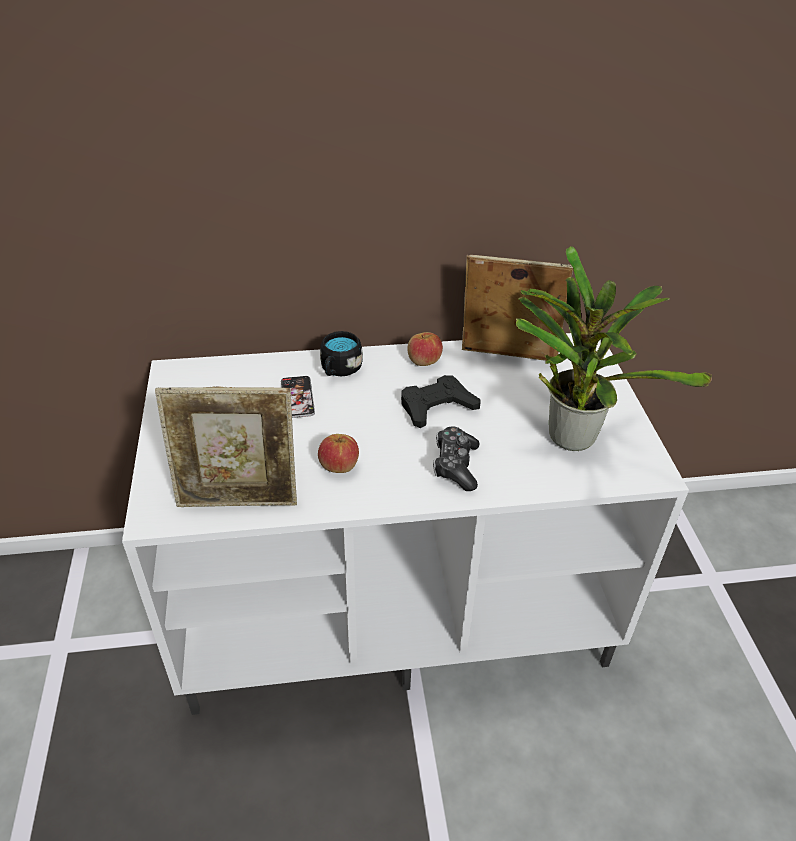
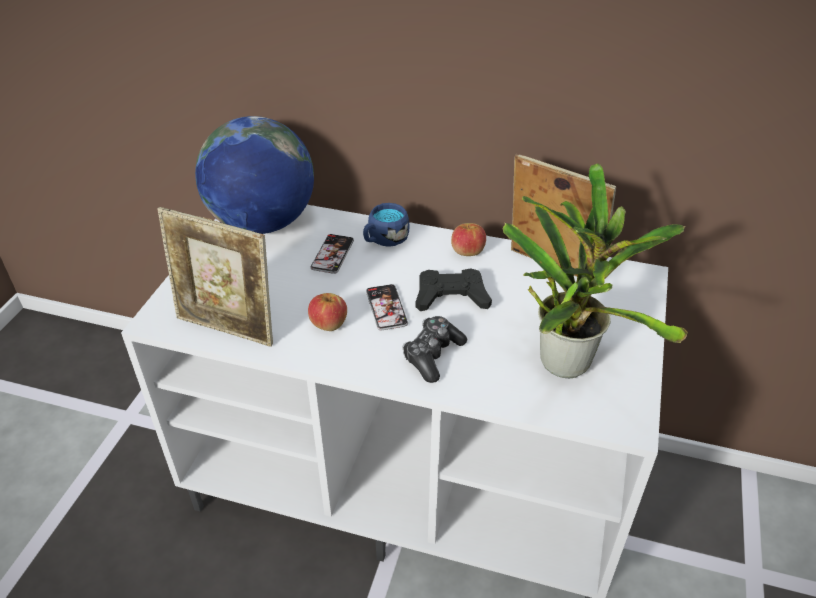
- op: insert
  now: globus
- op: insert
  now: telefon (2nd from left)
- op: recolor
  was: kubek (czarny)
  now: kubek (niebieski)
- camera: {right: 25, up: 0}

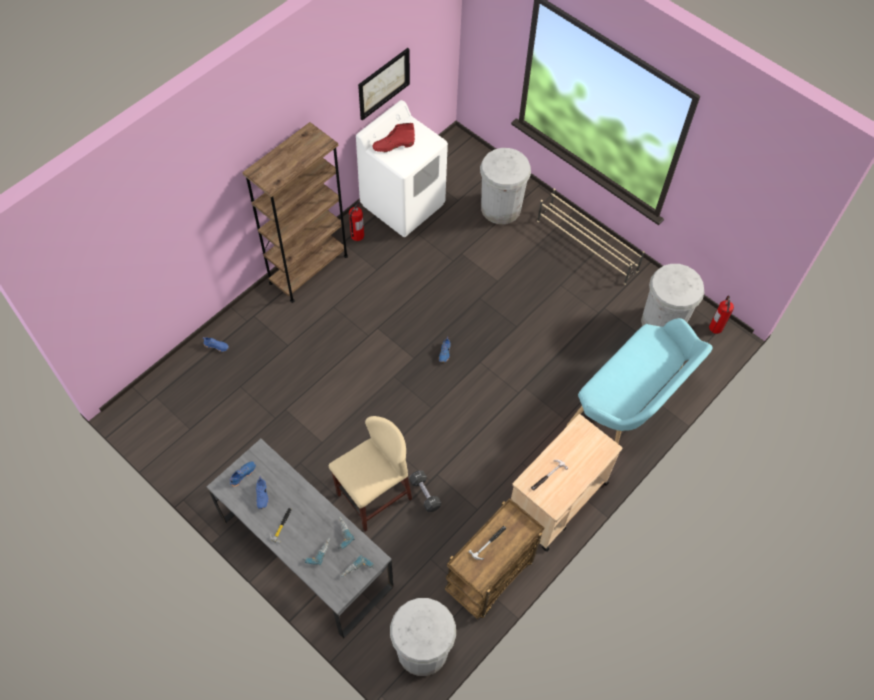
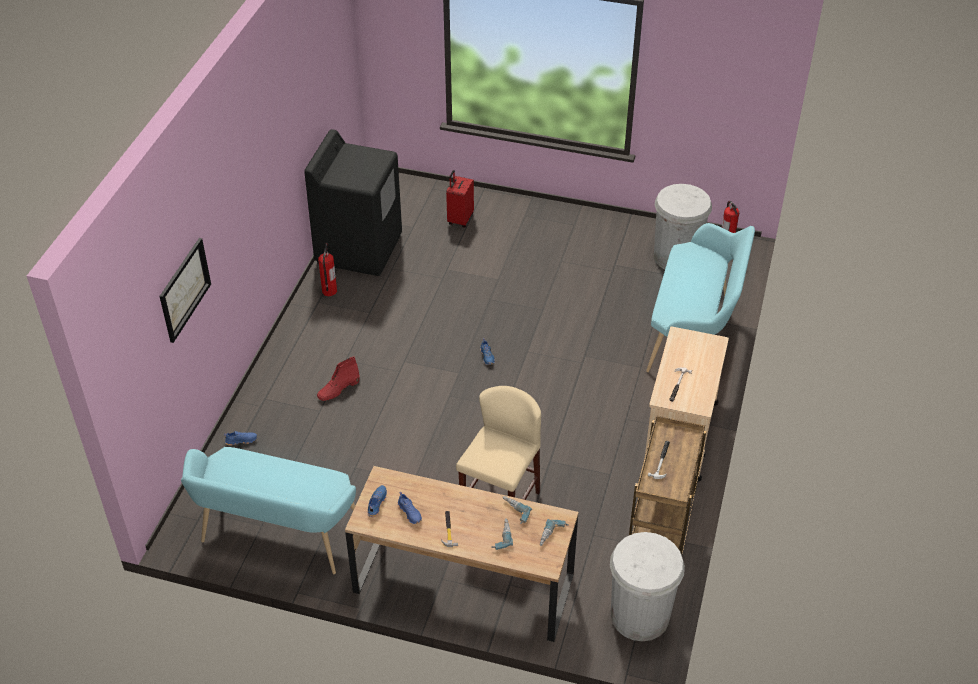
- op: delete
  was: regał (brązowy)
- op: delete
  was: hantel (czarny)
- op: delete
  was: regał na buty (beżowy)
- op: insert
  now: ławka (turkusowy) (1st from left)
- op: move
  was: obraz
- op: move
  was: but z cholewką (czerwony)
- op: replace
  was: kosz na śmieci (biały) (2nd from left)
  now: walizka (czerwony)
- op: recolor
  was: biurko (szary)
  now: biurko (brązowy)
- op: recolor
  was: pralka (biały)
  now: pralka (czarny)
- camera: {right: -25, up: -15}

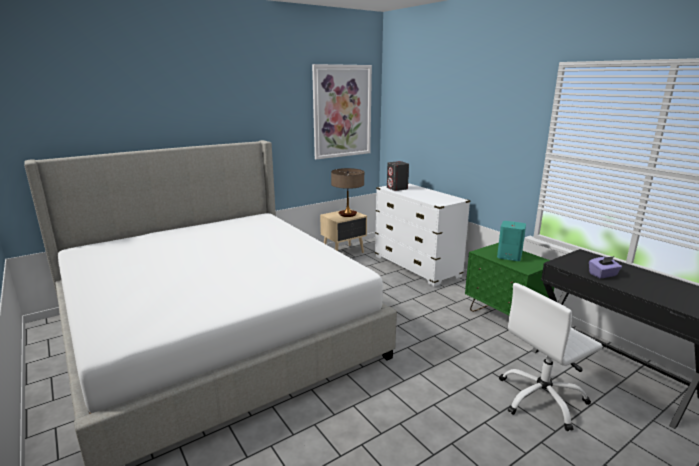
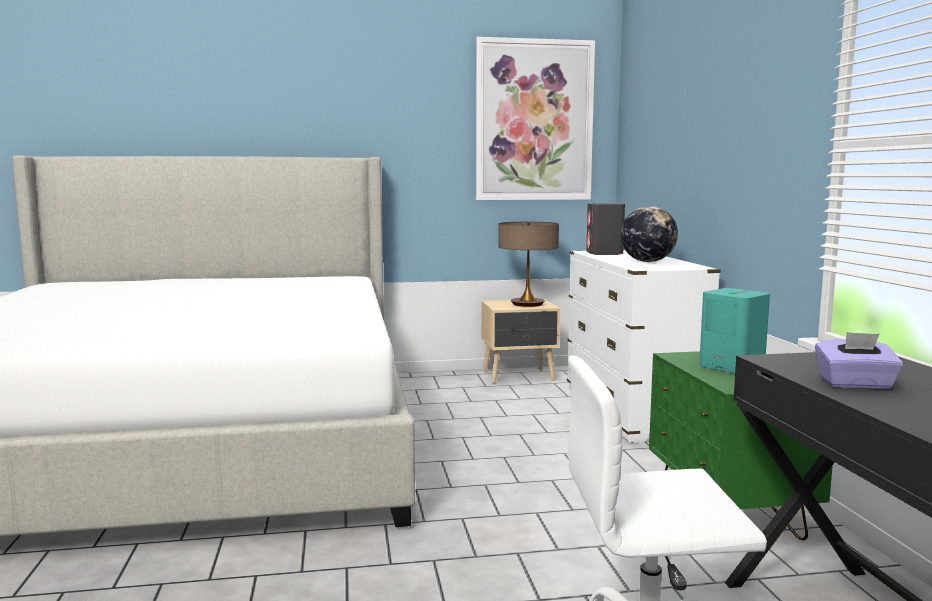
- op: insert
  now: globus
- camera: {right: 25, up: -10}

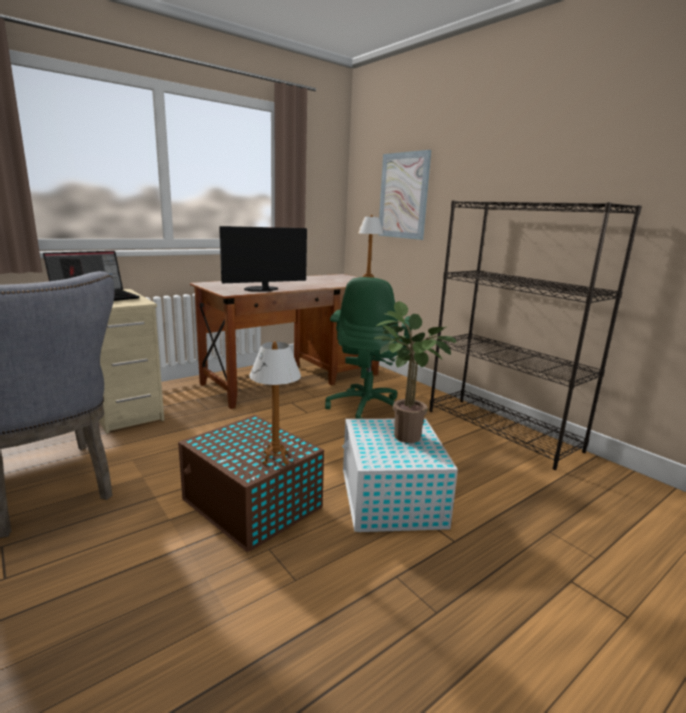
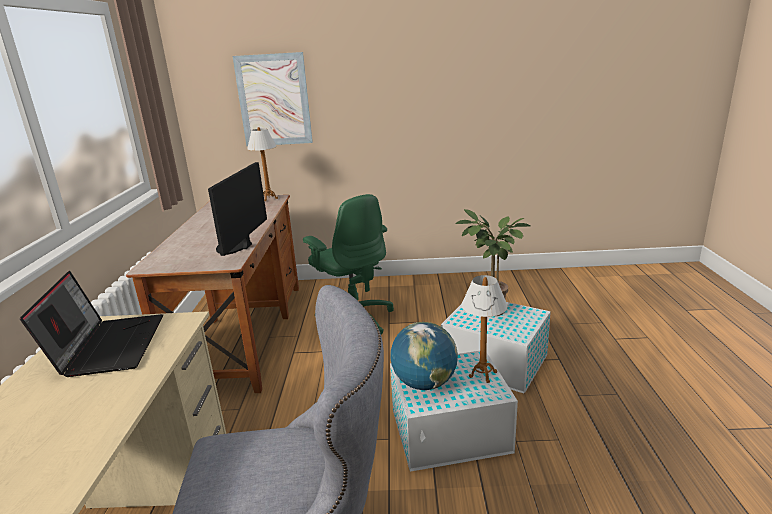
- op: delete
  was: regał (czarny)
- op: insert
  now: globus
- op: recolor
  was: pojemnik do przechowywania (brązowy)
  now: pojemnik do przechowywania (biały) (1st from left)
- camera: {right: -50, up: 5}

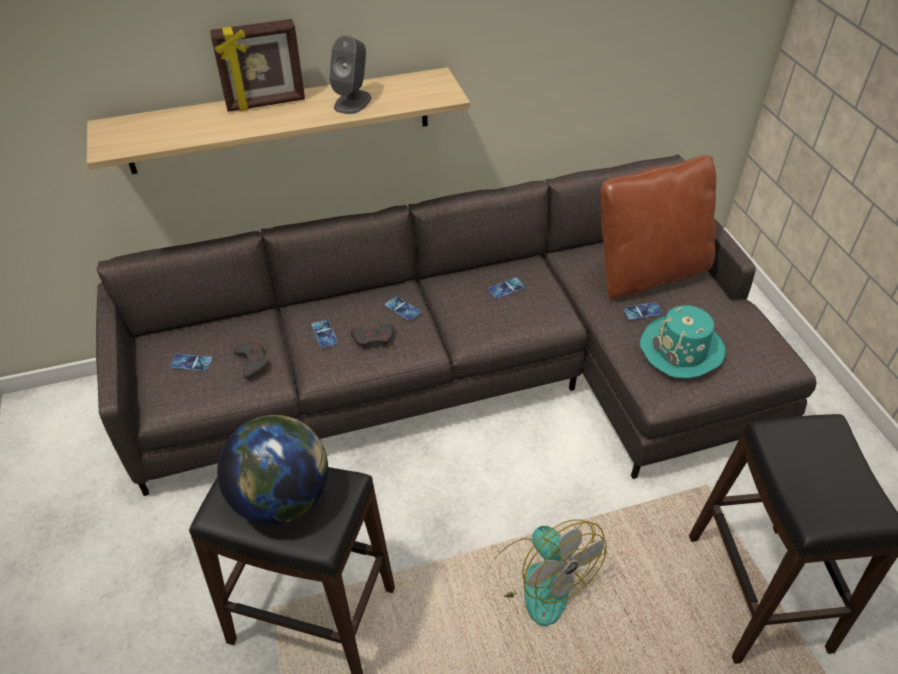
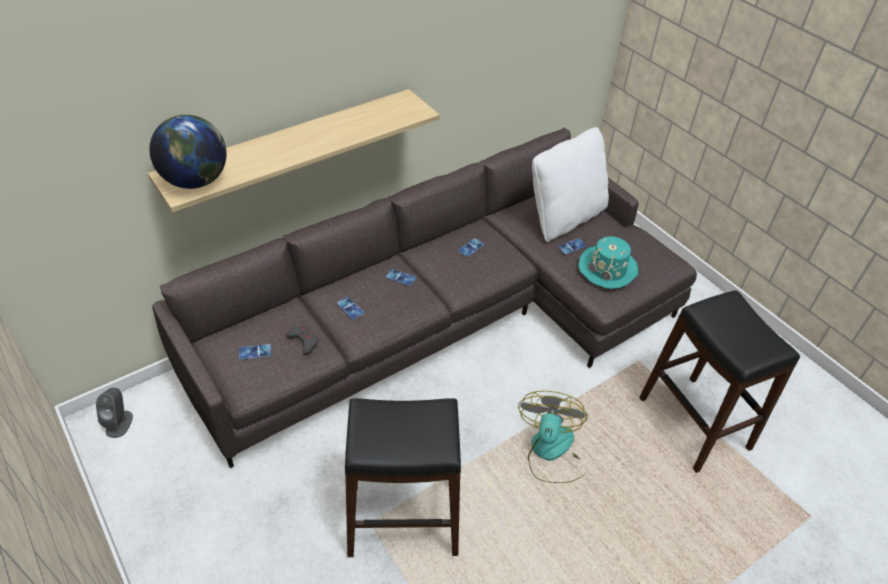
- op: delete
  was: ramka na zdjęcie
- op: delete
  was: pad do gier (szary) (2nd from left)
- op: move
  was: globus
- op: move
  was: głośnik (szary)
- op: recolor
  was: poduszka (brązowy)
  now: poduszka (biały)
- op: rotate
  was: wentylator
  clockwise: -120
- camera: {right: -20, up: 0}

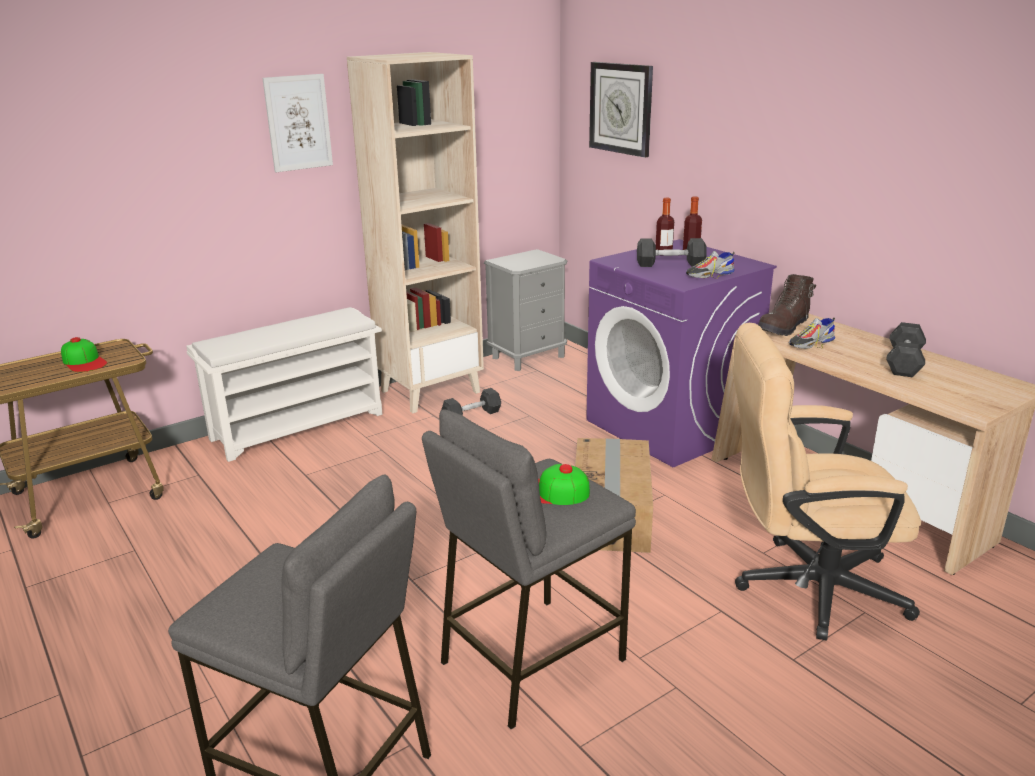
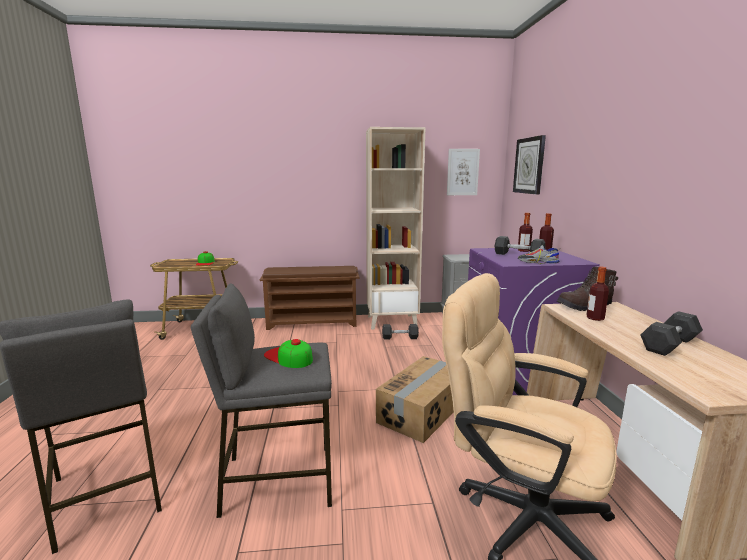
- op: move
  was: obraz
- op: replace
  was: but (2nd from left)
  now: butelka (3rd from left)
- op: recolor
  was: regał na buty (biały)
  now: regał na buty (brązowy)
- camera: {right: 30, up: -10}

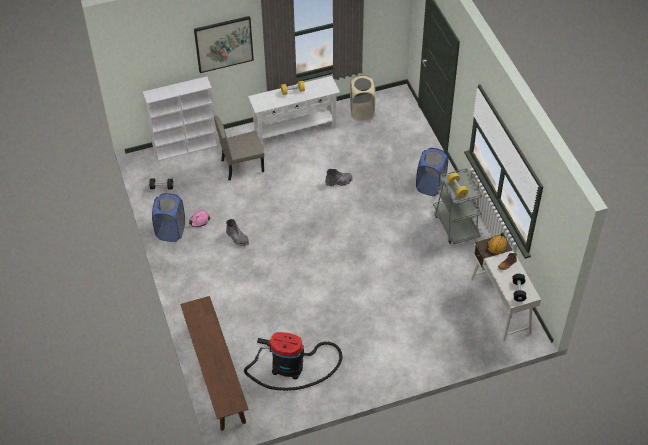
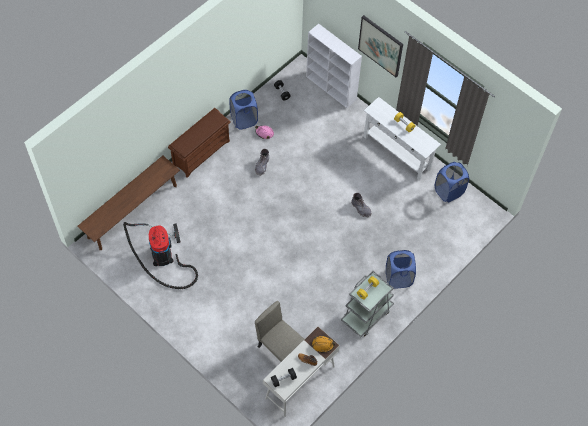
- op: insert
  now: regał na buty (brązowy)
- op: move
  was: krzesło (beżowy)
- op: recolor
  was: kosz na pranie (beżowy)
  now: kosz na pranie (niebieski) (3rd from left)
- camera: {right: 60, up: 10}

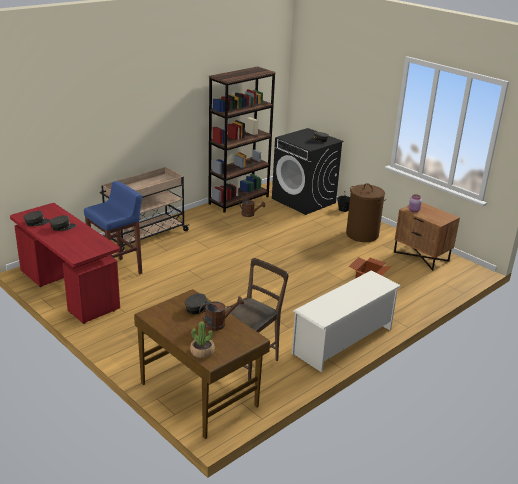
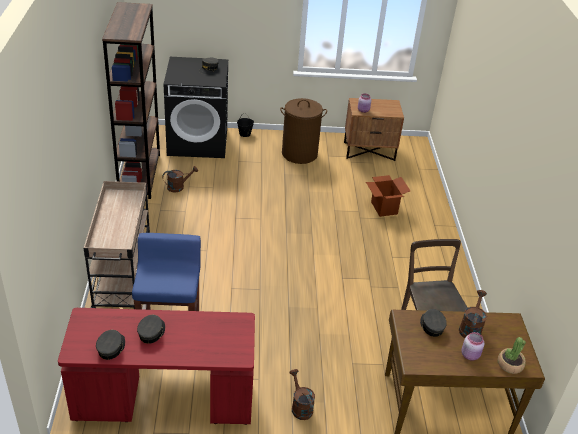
- op: delete
  was: regał na buty (biały)
- op: insert
  now: konewka (brązowy) (2nd from left)
- op: insert
  now: słoik (różowy) (2nd from left)
- camera: {right: -50, up: 10}

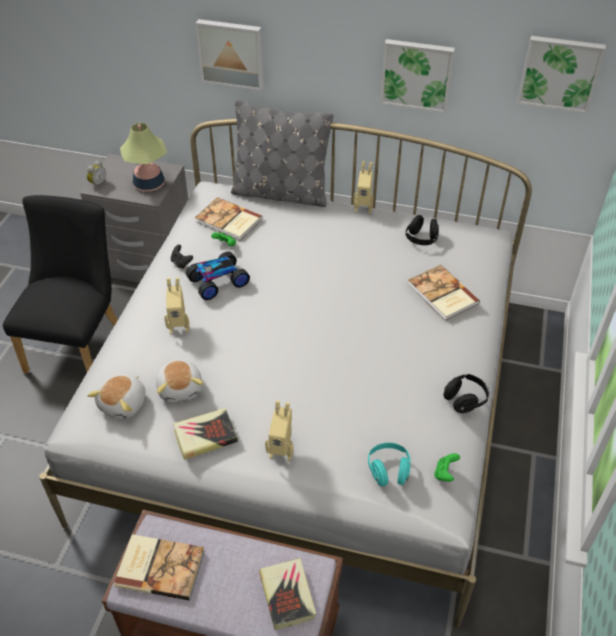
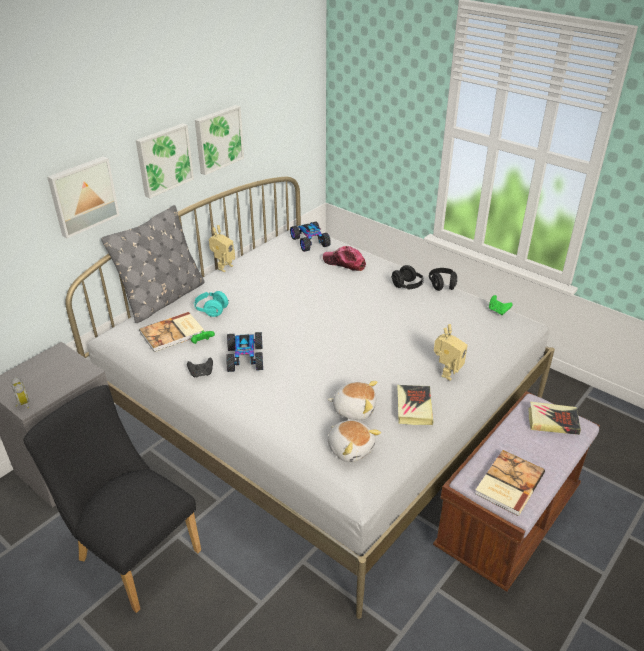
- op: delete
  was: lampa stołowa
- op: delete
  was: robot zabawkowy (1st from left)
- op: insert
  now: samochodzik (2nd from left)
- op: move
  was: słuchawki (turkusowy)
- op: move
  was: słuchawki (czarny) (1st from left)
- op: move
  was: obraz (3rd from left in the first image)
  now: obraz (2nd from left)
- op: replace
  was: książka (5th from left)
  now: czapka z daszkiem
- camera: {right: -65, up: -10}

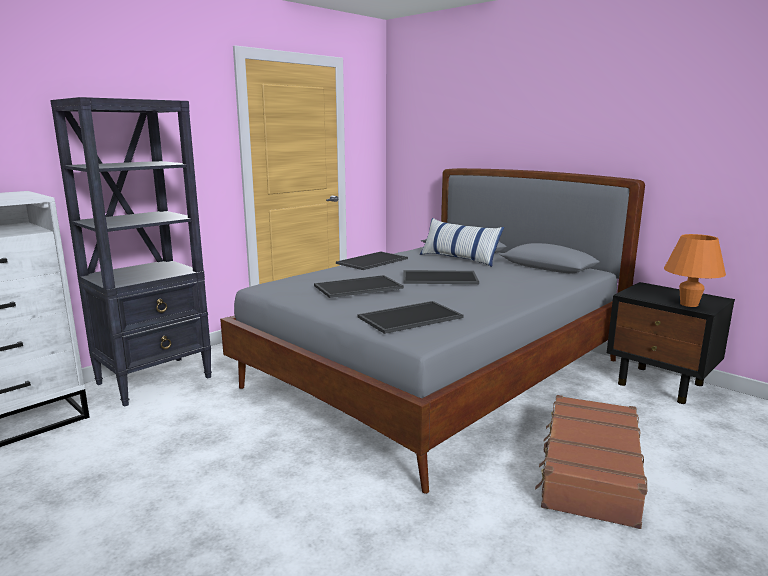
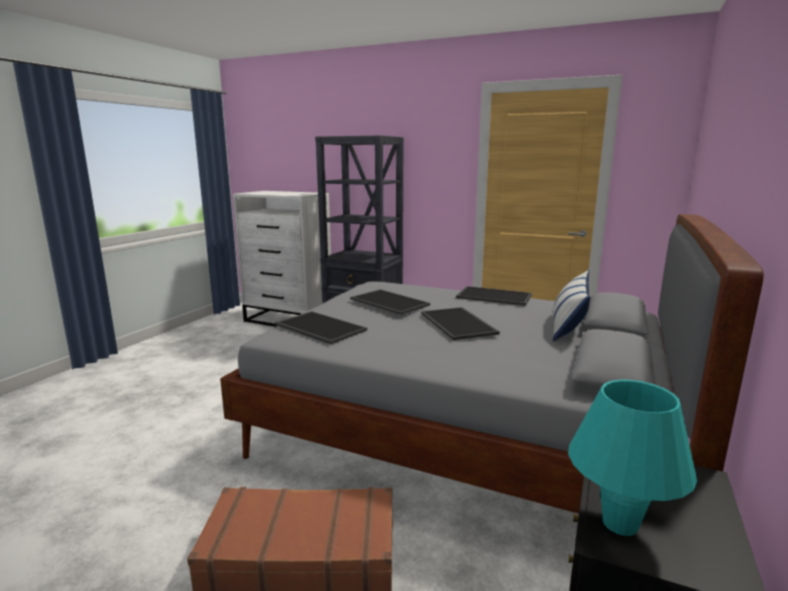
- op: recolor
  was: lampa stołowa (pomarańczowy)
  now: lampa stołowa (turkusowy)
- camera: {right: 70, up: 0}

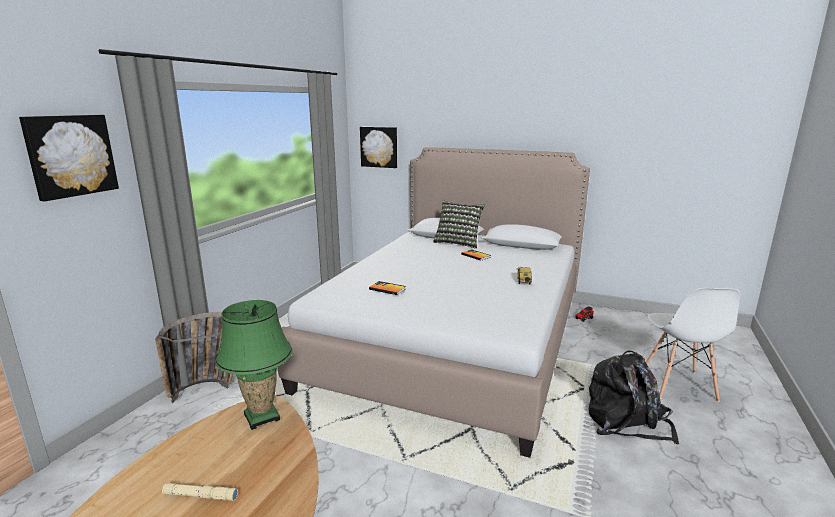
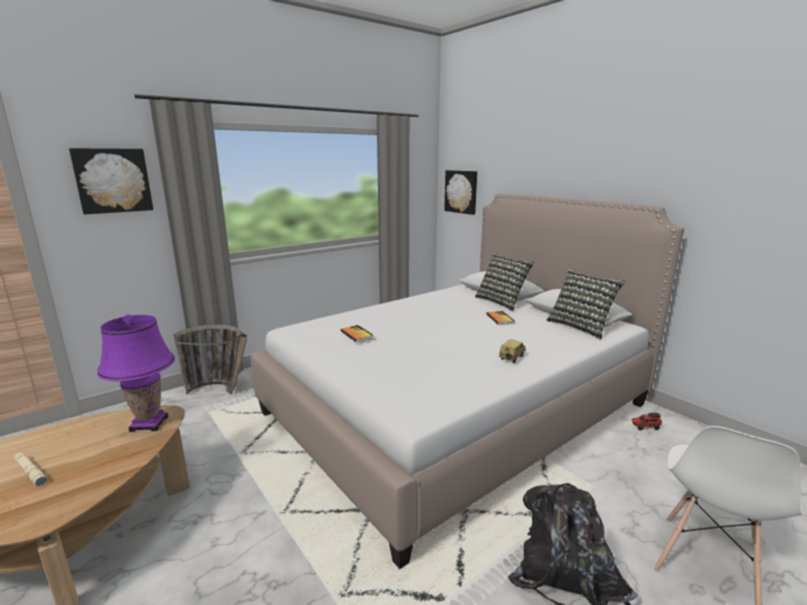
- op: insert
  now: poduszka (2nd from left)
- op: recolor
  was: lampa stołowa (zielony)
  now: lampa stołowa (fioletowy)
- camera: {right: 30, up: 0}

